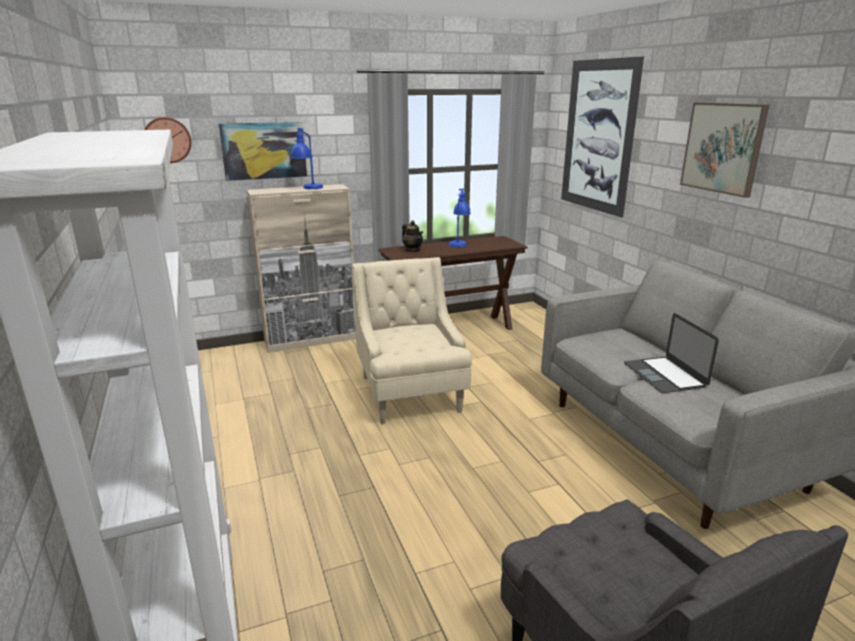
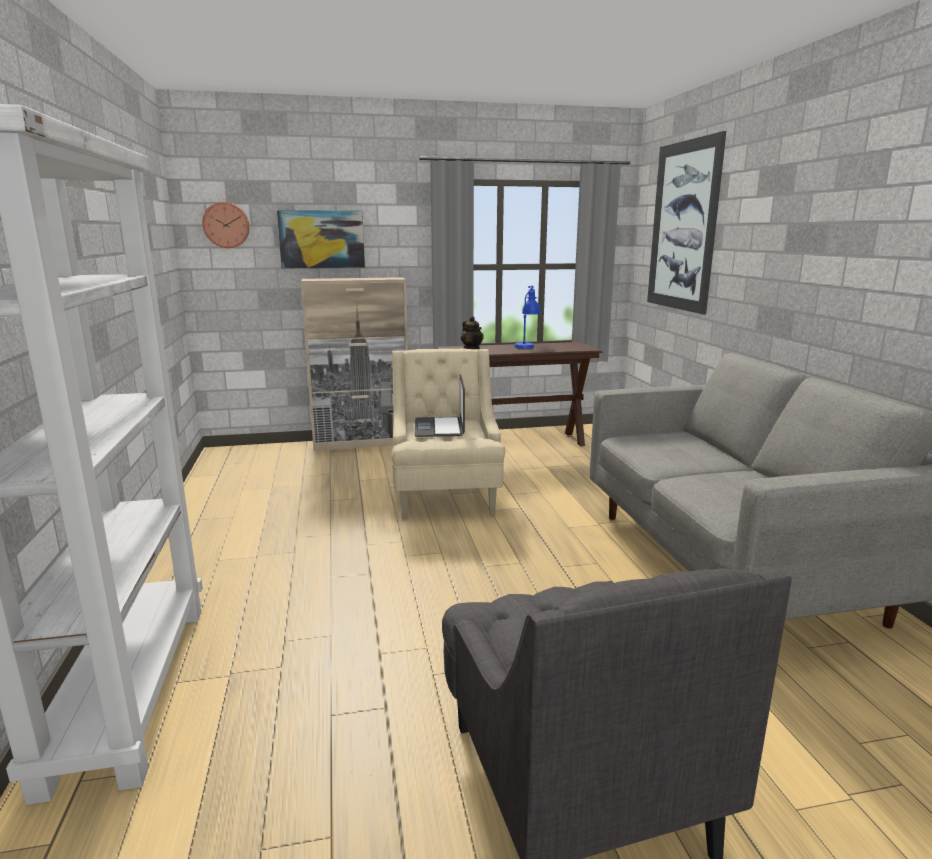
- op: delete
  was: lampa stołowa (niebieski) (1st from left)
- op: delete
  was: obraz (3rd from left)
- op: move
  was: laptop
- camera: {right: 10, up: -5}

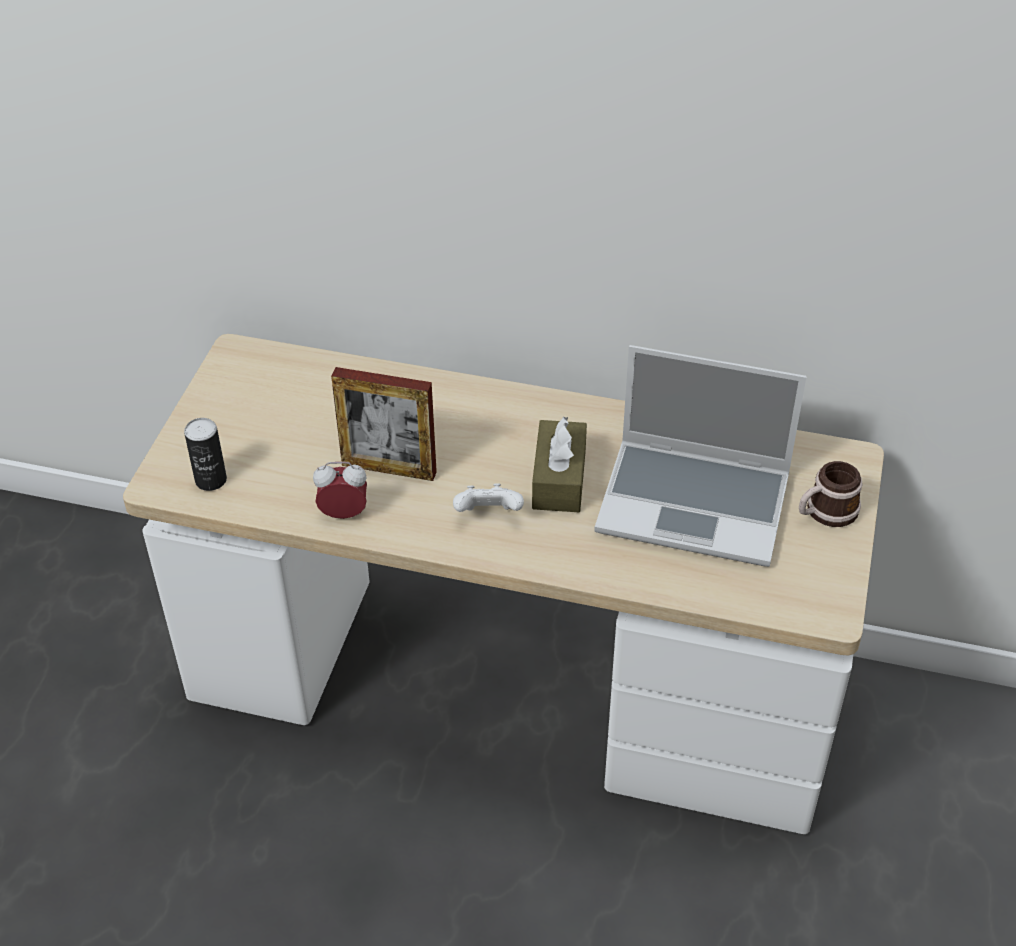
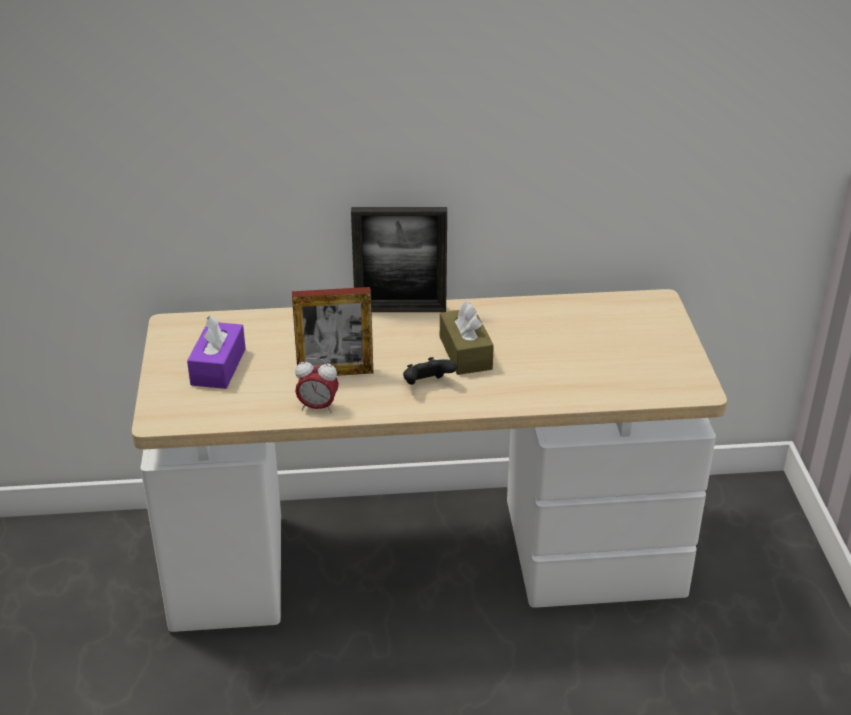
- op: delete
  was: puszka
- op: delete
  was: laptop
- op: delete
  was: kubek
- op: insert
  now: pudełko chusteczek (fioletowy)
- op: insert
  now: ramka na zdjęcie (2nd from left)
- op: recolor
  was: pad do gier (biały)
  now: pad do gier (czarny)
- op: rotate
  was: budzik
  clockwise: -150
- camera: {right: -20, up: -10}

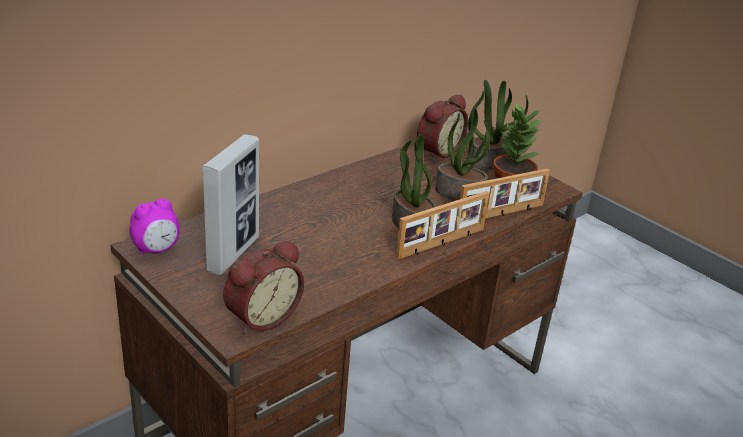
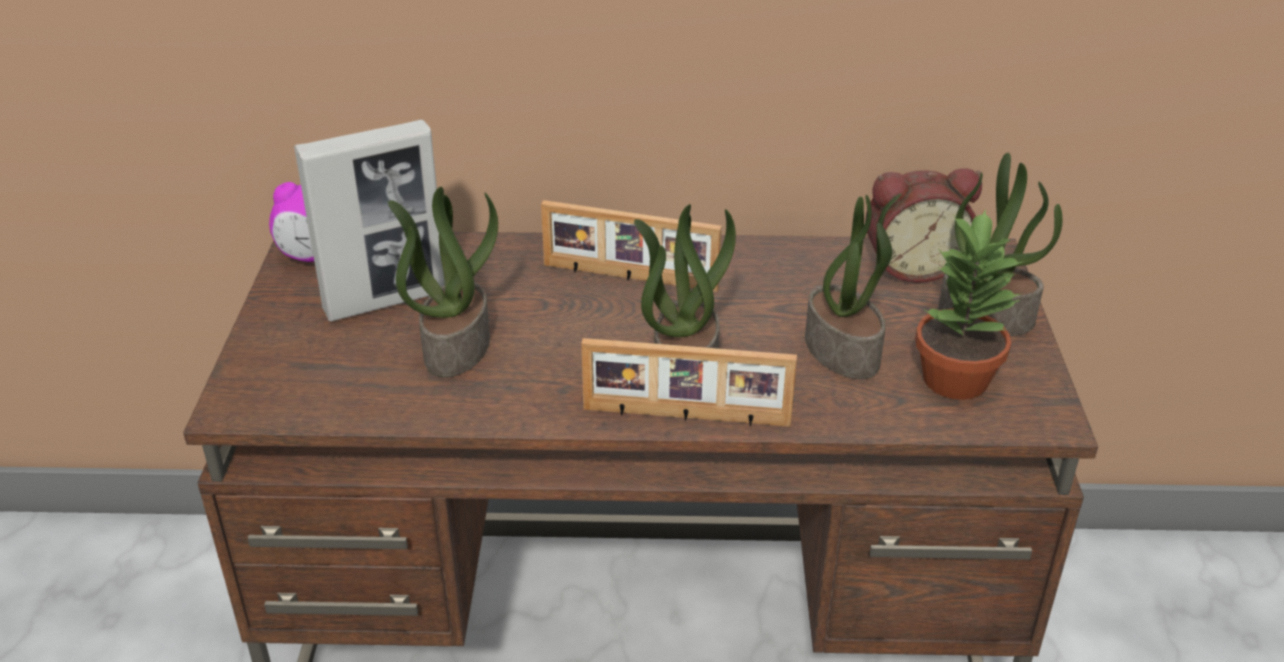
- op: delete
  was: budzik (2nd from left)
- op: insert
  now: roślina doniczkowa (1st from left)
- op: move
  was: ramka na zdjęcie (3rd from left in the first image)
  now: ramka na zdjęcie (2nd from left)
- camera: {right: 45, up: 5}

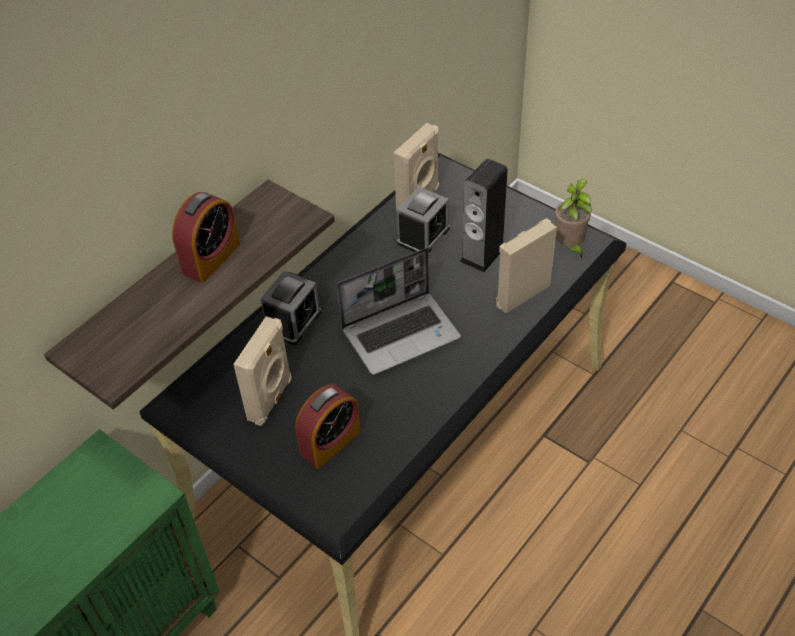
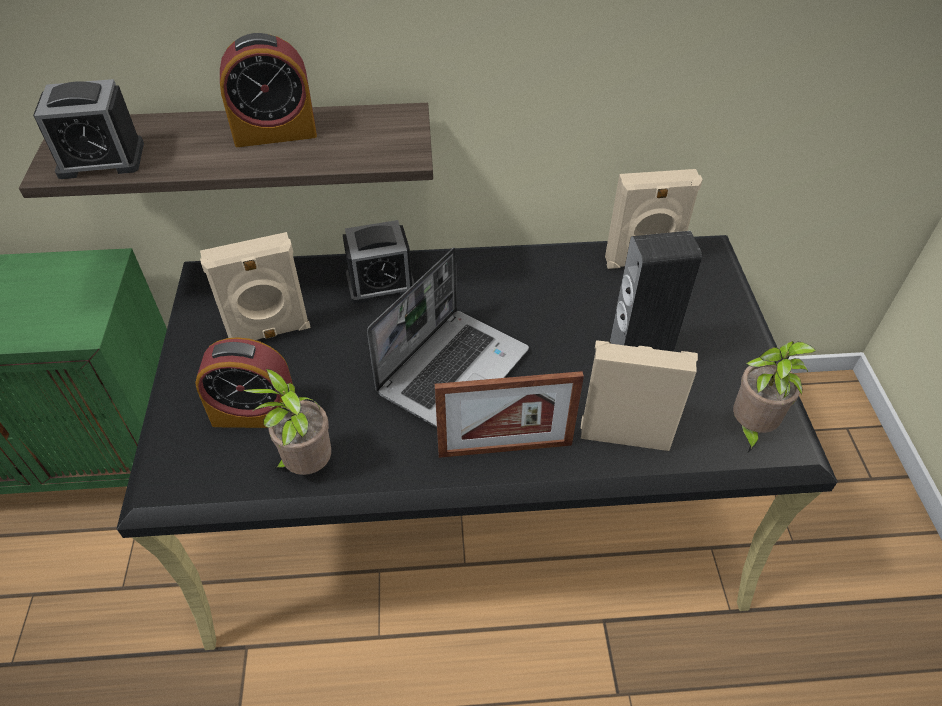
- op: insert
  now: roślina doniczkowa (1st from left)
- op: insert
  now: ramka na zdjęcie
- op: move
  was: budzik (4th from left in the first image)
  now: budzik (1st from left)
- op: rotate
  was: laptop
  clockwise: -75
- camera: {right: 45, up: 0}

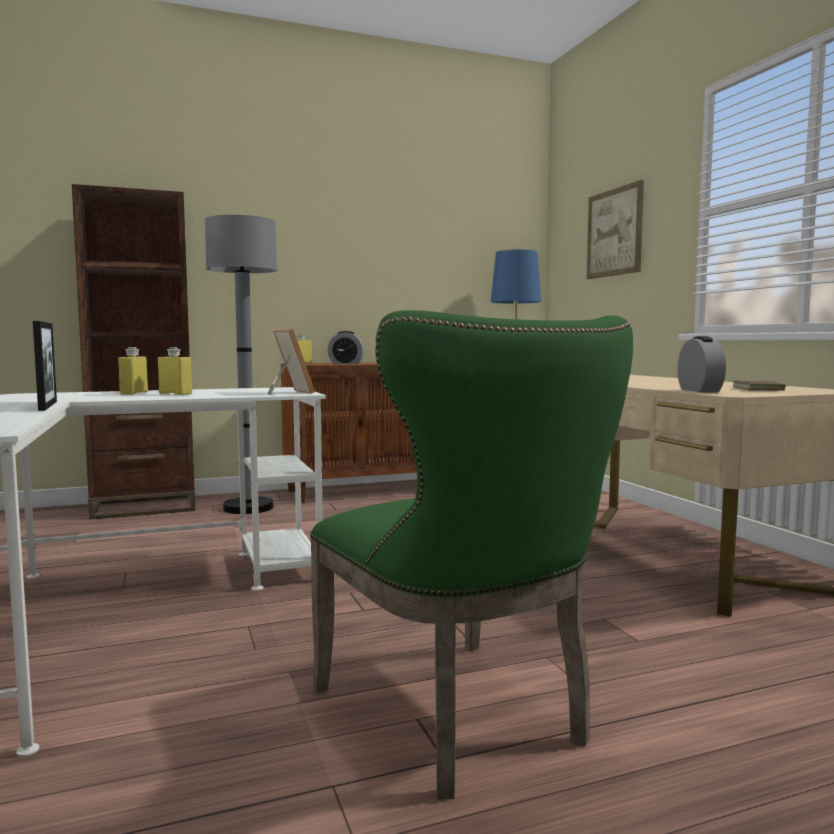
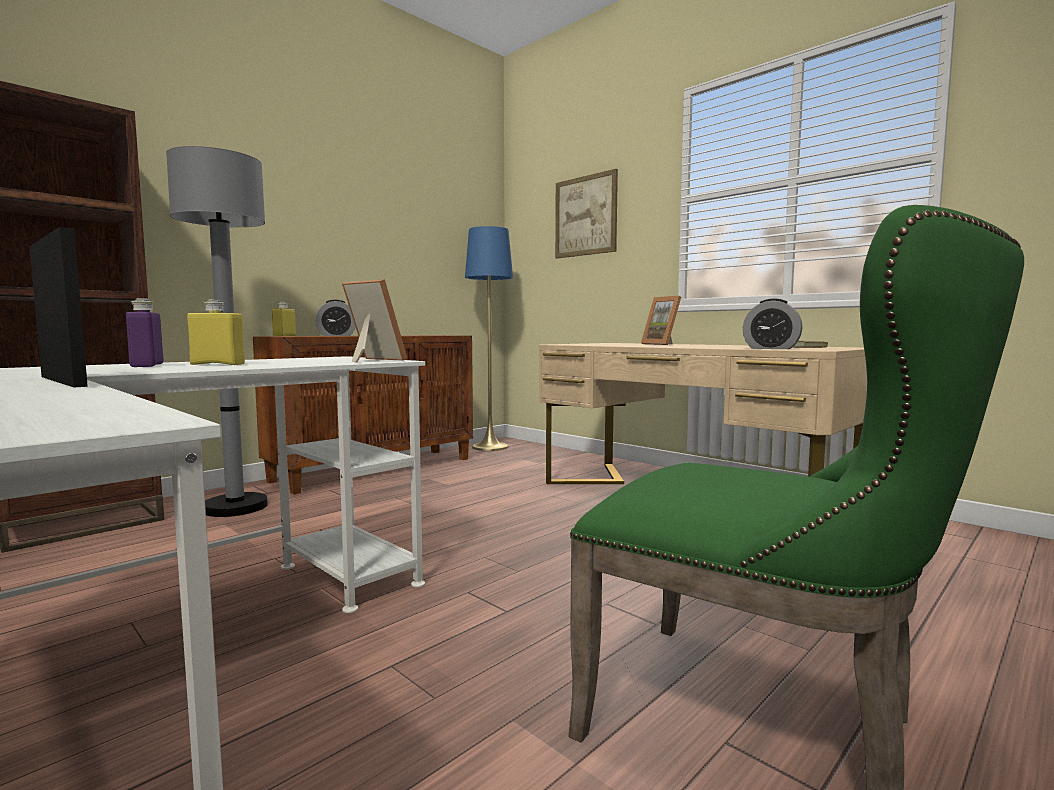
- op: insert
  now: ramka na zdjęcie (3rd from left)
- op: recolor
  was: butelka (żółty) (1st from left)
  now: butelka (fioletowy)
- op: rotate
  was: budzik (2nd from left)
  clockwise: 150
- camera: {right: -25, up: 0}

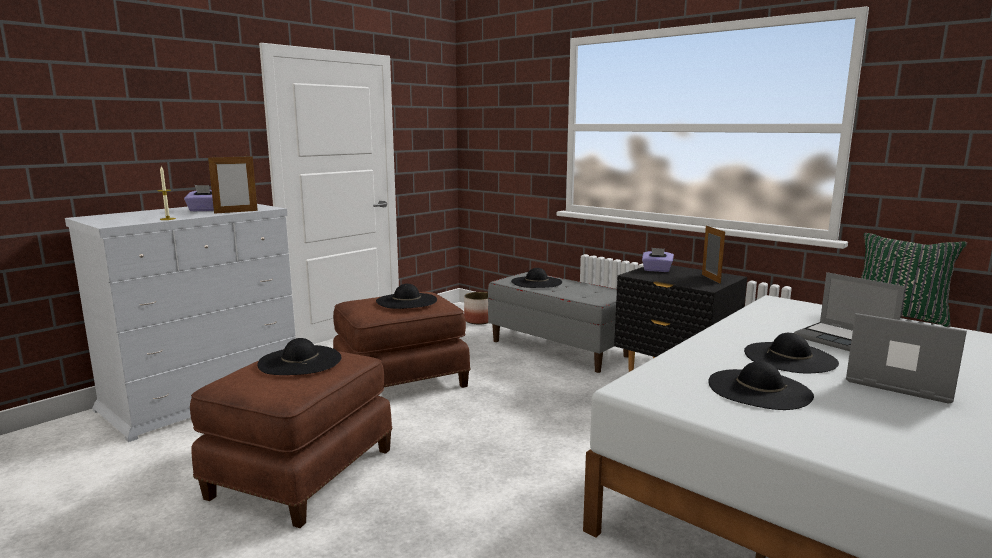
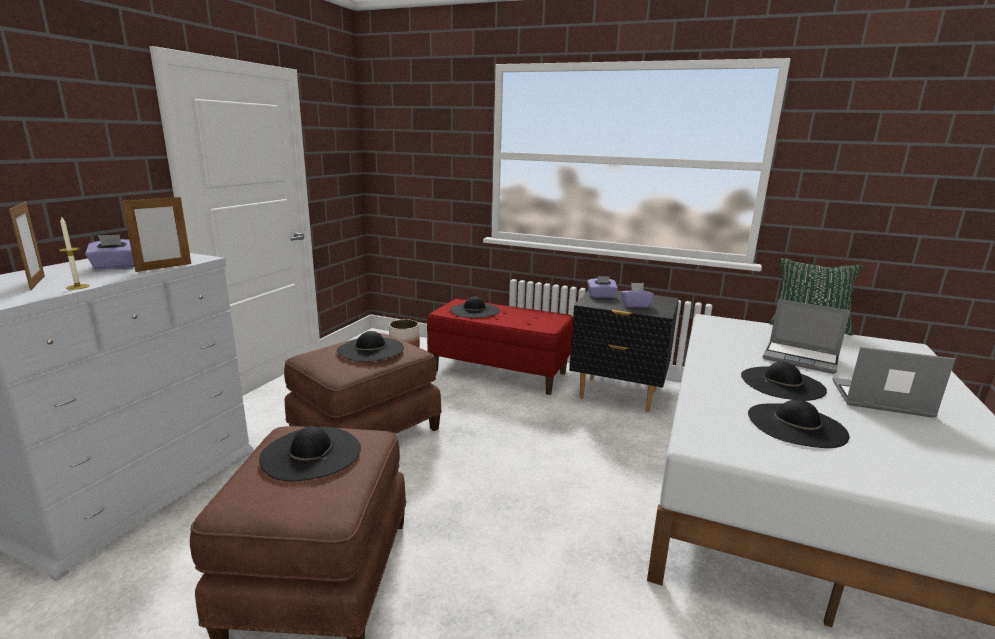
- op: insert
  now: pudełko chusteczek (fioletowy) (3rd from left)
- op: move
  was: ramka na zdjęcie (2nd from left in the first image)
  now: ramka na zdjęcie (1st from left)
- op: recolor
  was: ławka (szary)
  now: ławka (czerwony)
- camera: {right: -20, up: 5}

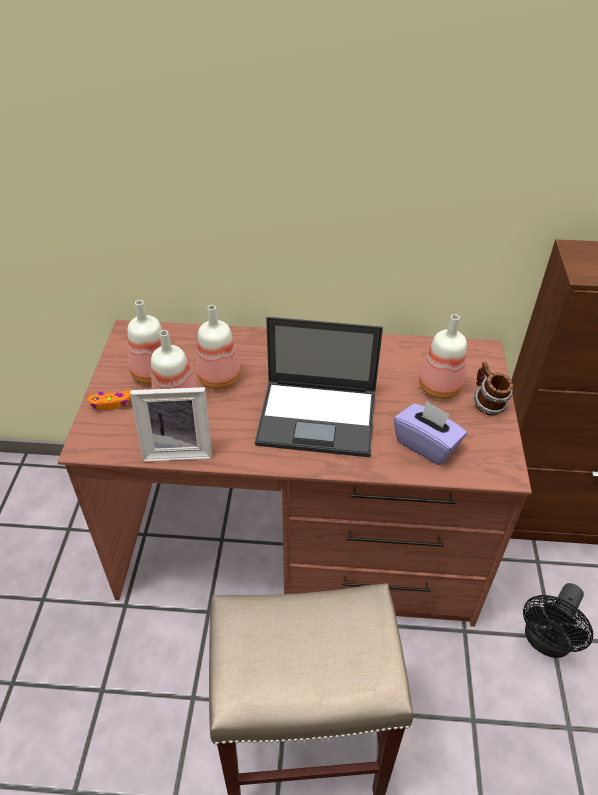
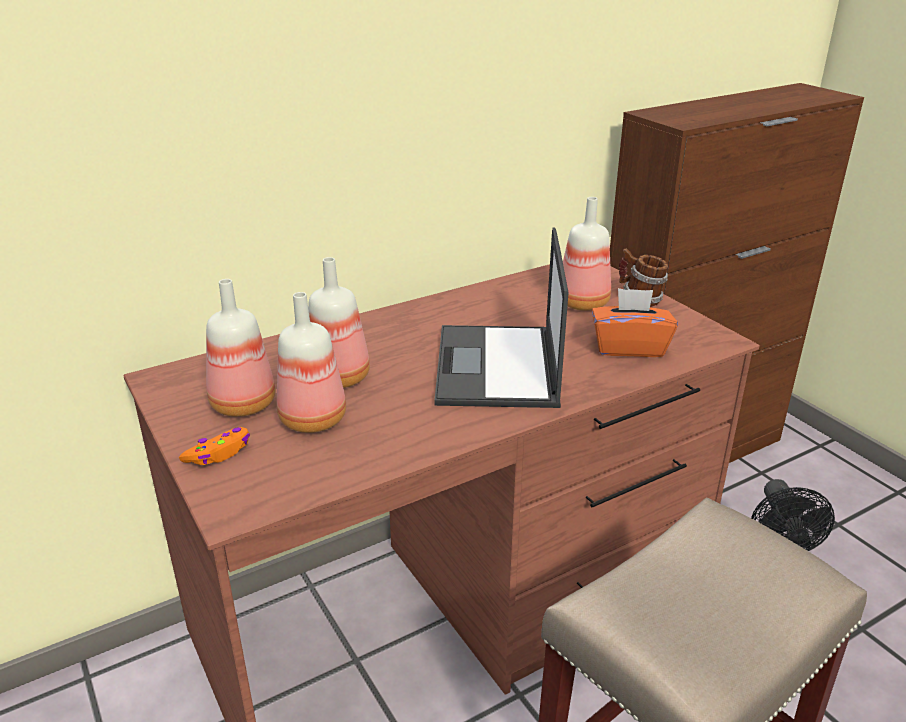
- op: delete
  was: ramka na zdjęcie
- op: recolor
  was: pudełko chusteczek (fioletowy)
  now: pudełko chusteczek (pomarańczowy)
- op: rotate
  was: laptop
  clockwise: 120
- camera: {right: -35, up: -15}

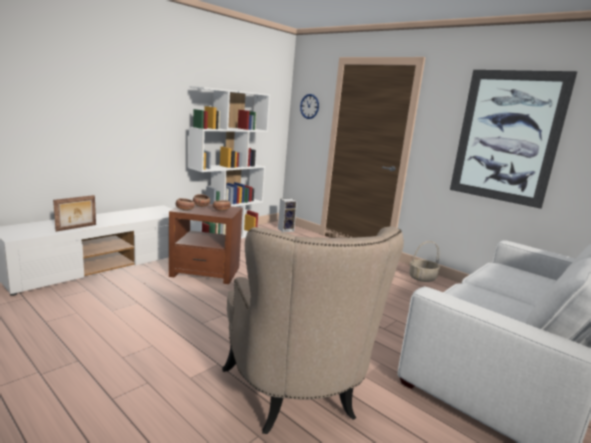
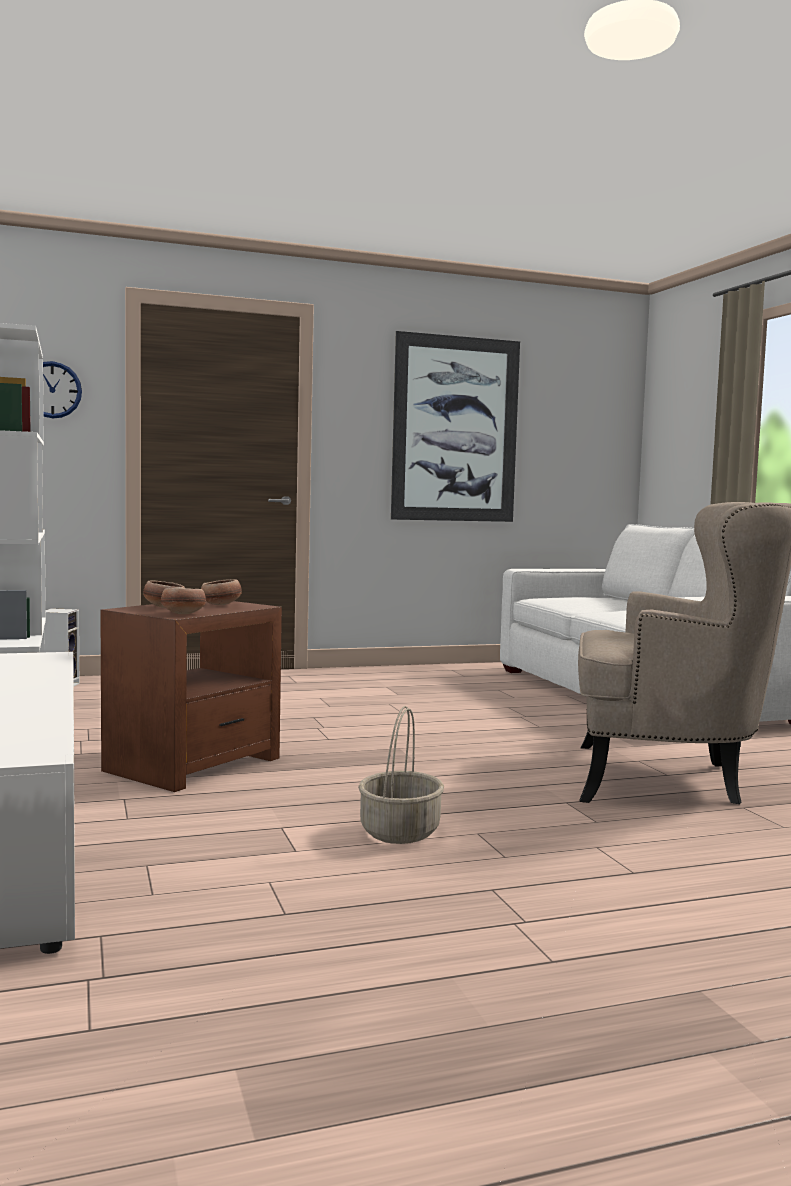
- op: delete
  was: ramka na zdjęcie
- op: move
  was: koszyk
- camera: {right: -60, up: -10}

